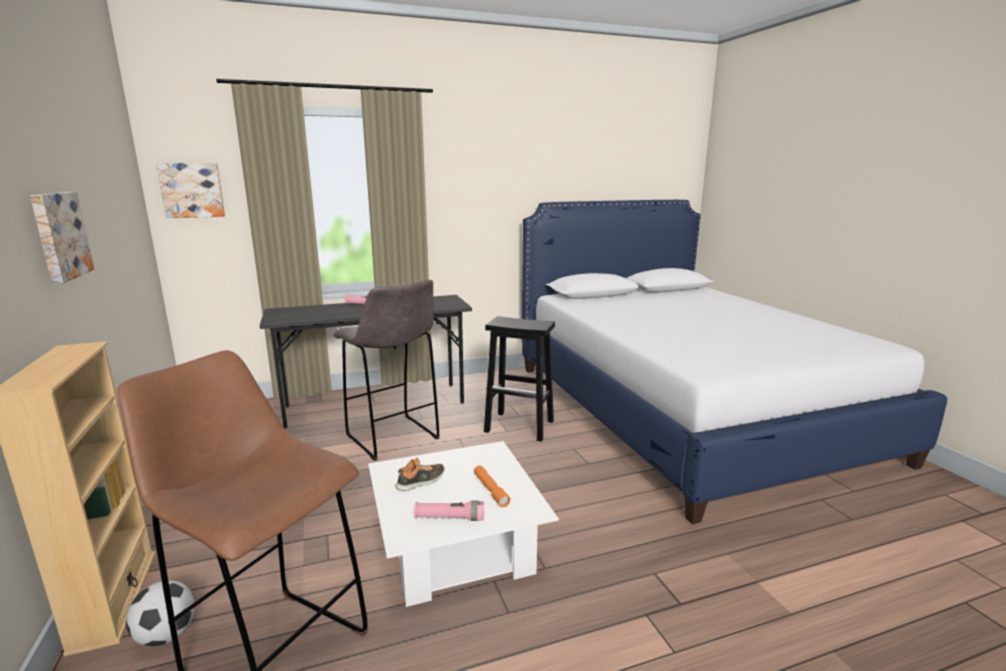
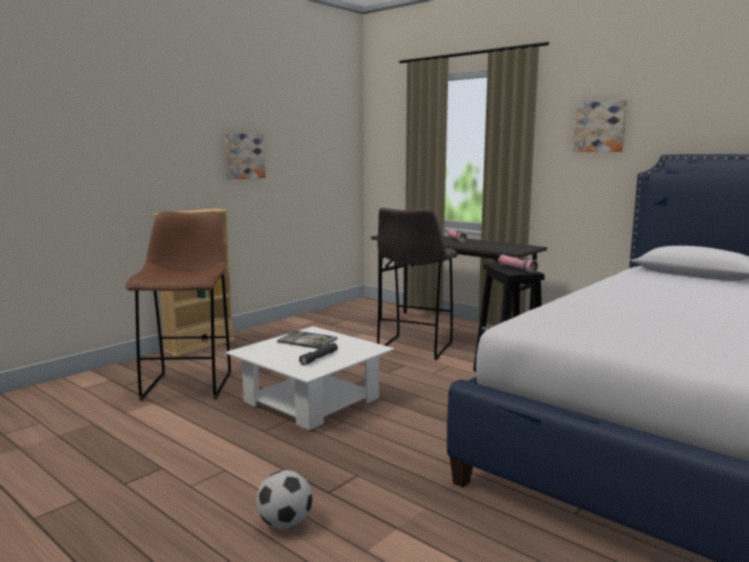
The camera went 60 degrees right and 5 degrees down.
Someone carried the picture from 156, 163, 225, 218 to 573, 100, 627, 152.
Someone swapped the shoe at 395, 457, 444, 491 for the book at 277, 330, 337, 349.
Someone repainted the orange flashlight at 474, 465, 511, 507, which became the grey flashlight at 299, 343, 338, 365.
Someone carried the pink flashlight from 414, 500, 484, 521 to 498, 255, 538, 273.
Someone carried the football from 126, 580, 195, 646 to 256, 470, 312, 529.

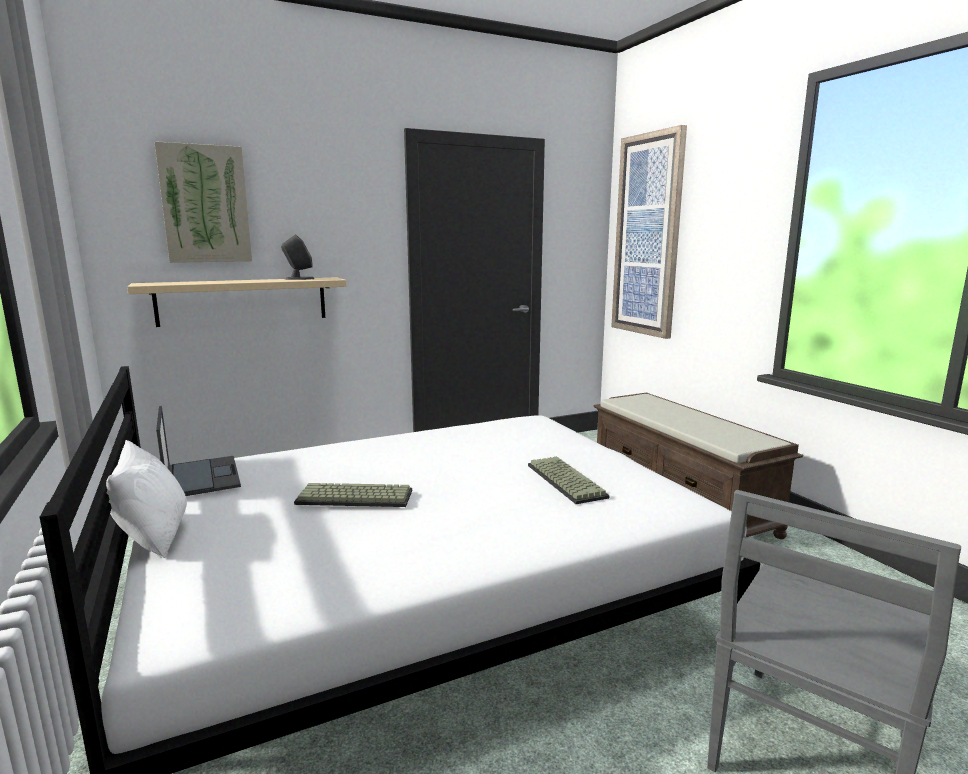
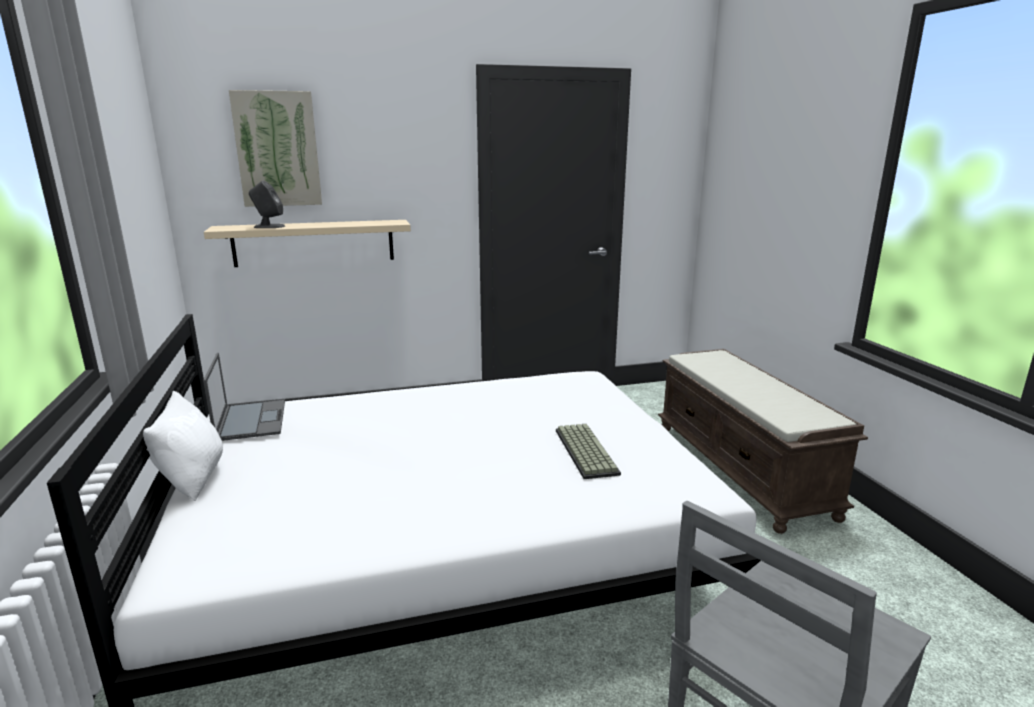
The camera went 10 degrees right and 5 degrees up.
Someone took away the picture at 611, 125, 687, 339.
Someone carried the grey speaker from 281, 235, 315, 280 to 249, 181, 285, 228.
Someone took away the keyboard at 294, 483, 412, 507.

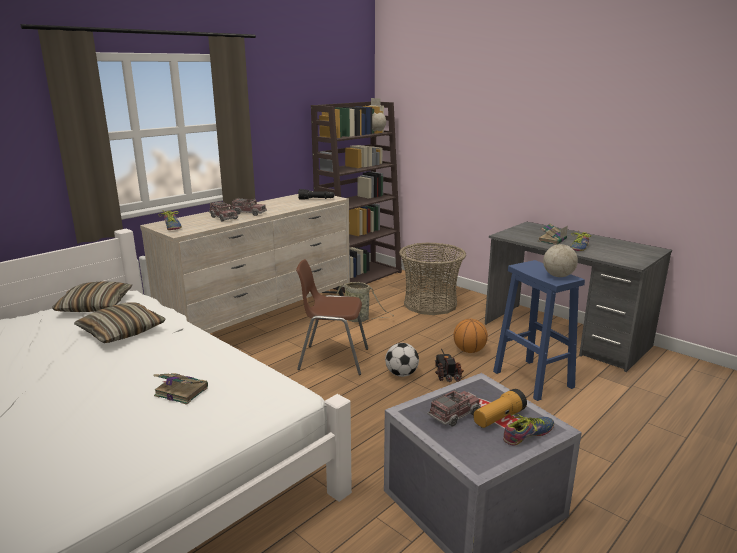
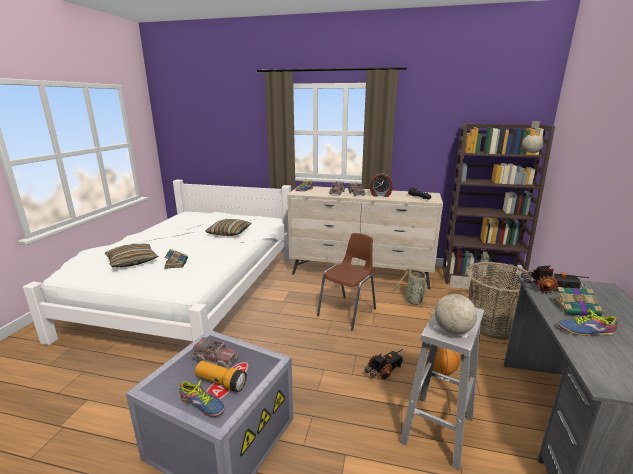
The camera went 60 degrees right and 0 degrees up.
Someone rotated the brown chair at 296, 259, 368, 375 by 60 degrees clockwise.
Someone repainted the blue stool at 493, 260, 585, 401, which became the white stool at 400, 307, 484, 471.
Someone carried the pillow from 52, 281, 132, 312 to 105, 244, 159, 267.
Someone took away the football at 385, 343, 419, 377.
Someone put down the alarm clock at 370, 173, 393, 197.
Someone put down the toy truck at 521, 266, 589, 293.

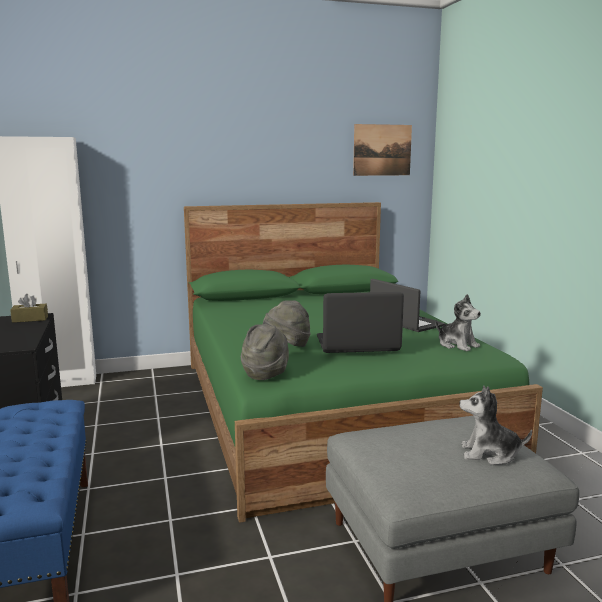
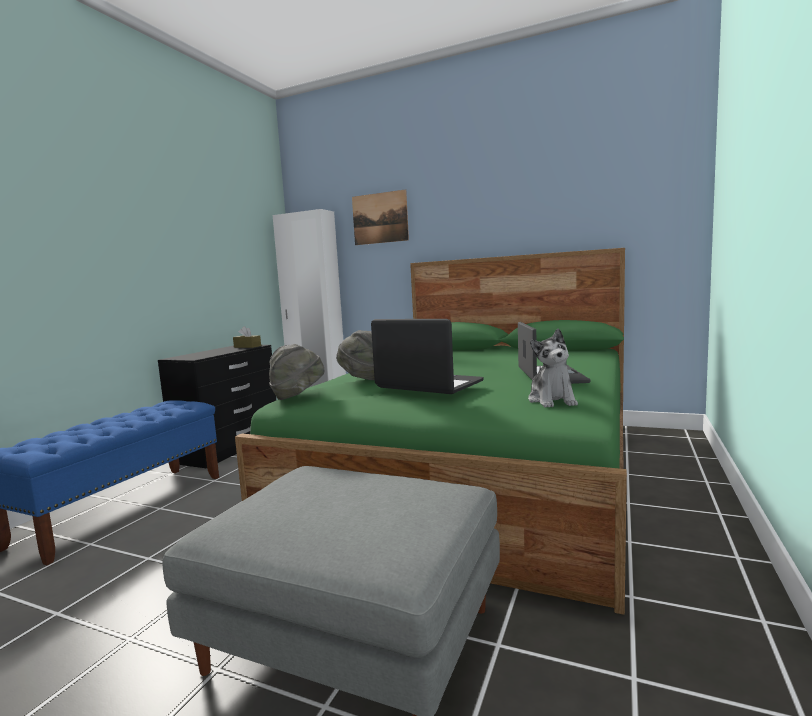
The camera went 40 degrees right and 5 degrees down.
Someone carried the picture from 353, 124, 412, 176 to 352, 189, 409, 245.
Someone took away the plush toy at 459, 386, 532, 465.

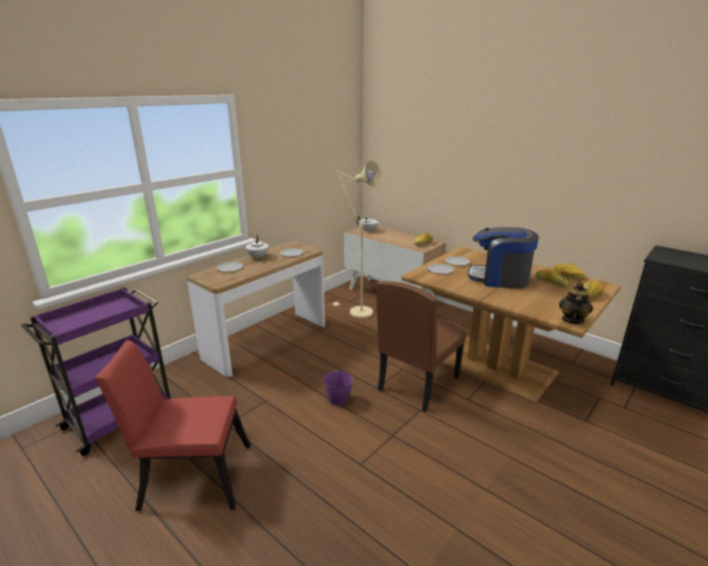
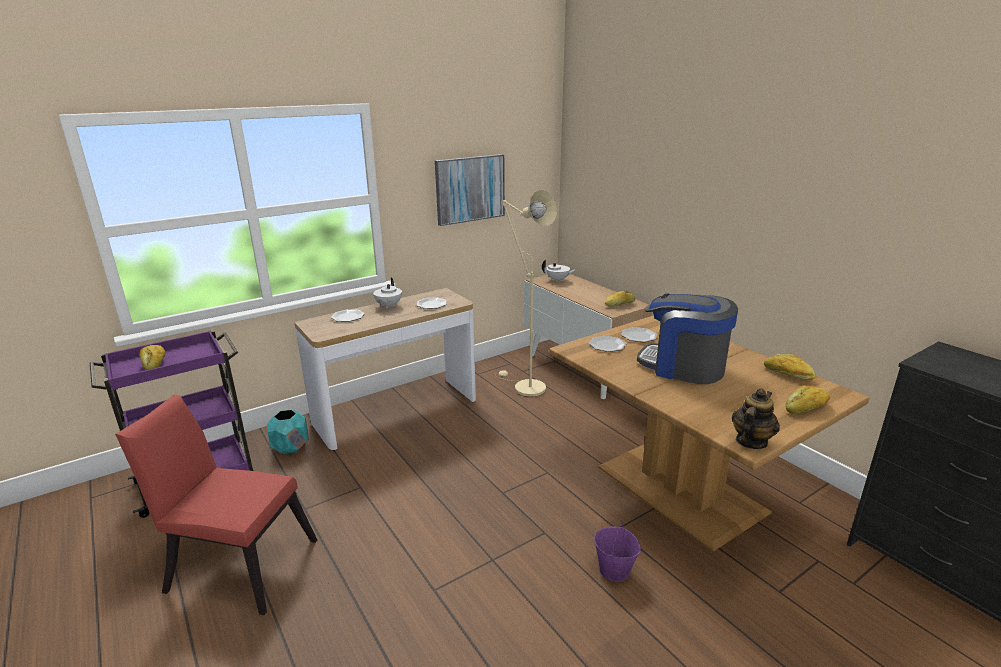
The camera went 15 degrees right and 0 degrees up.
Someone carried the bread from 535, 270, 568, 287 to 139, 345, 166, 370.
Someone took away the brown chair at 376, 281, 466, 412.
Someone carried the purple bucket from 323, 364, 354, 406 to 594, 520, 641, 582.
Someone put up the picture at 435, 154, 505, 226.
Someone put down the turquoise planter at 267, 410, 309, 454.

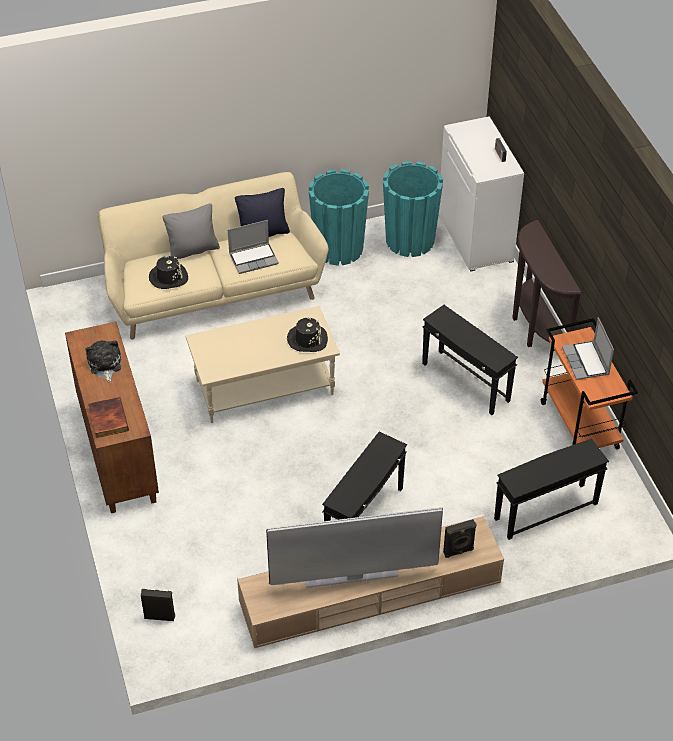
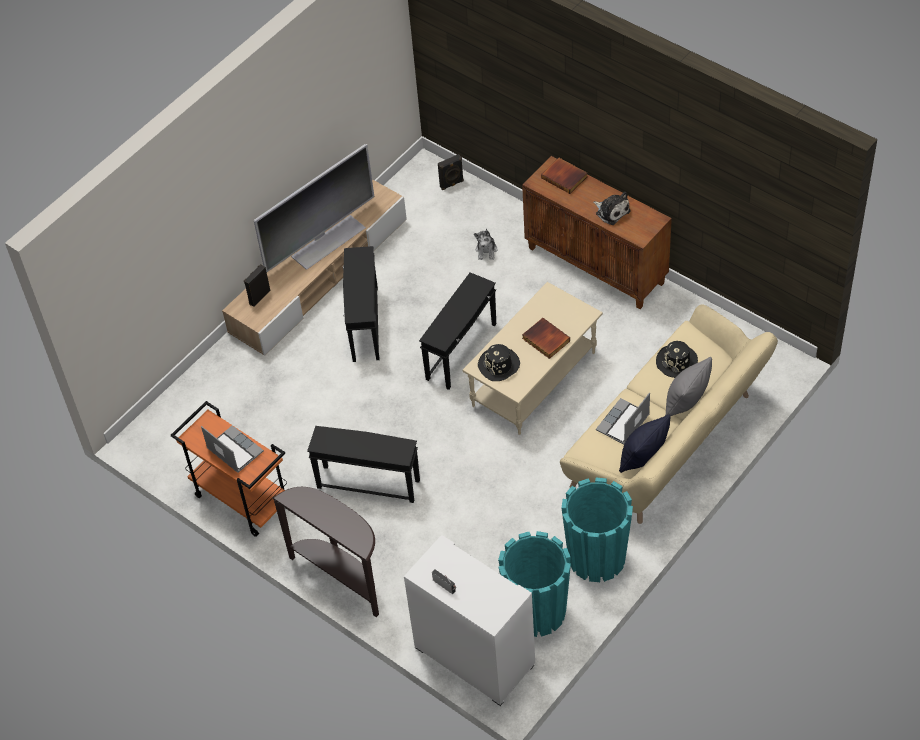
The camera went 150 degrees right and 5 degrees up.
Someone carried the black side table from 494, 438, 609, 540 to 419, 272, 496, 390.
Someone put down the plush toy at 474, 228, 498, 260.
Someone put down the book at 522, 318, 570, 359.

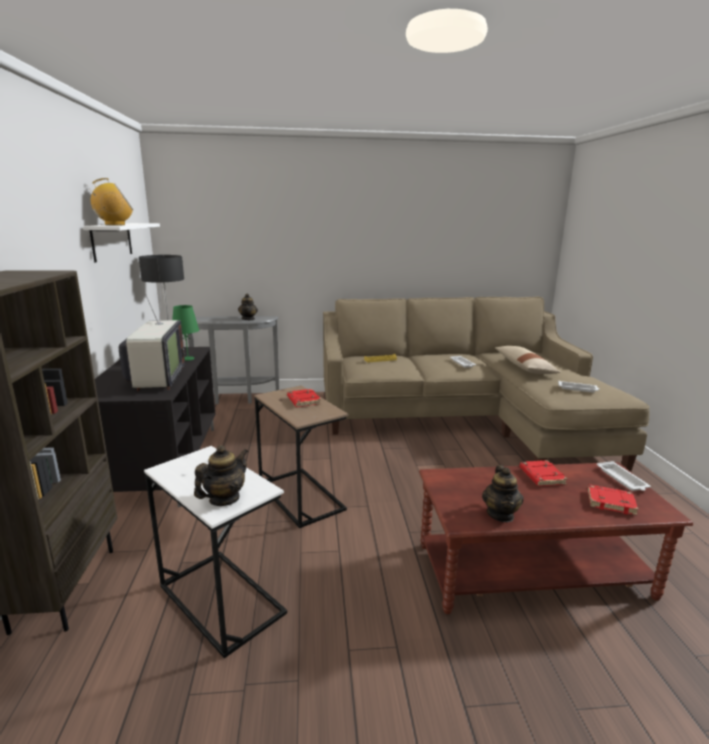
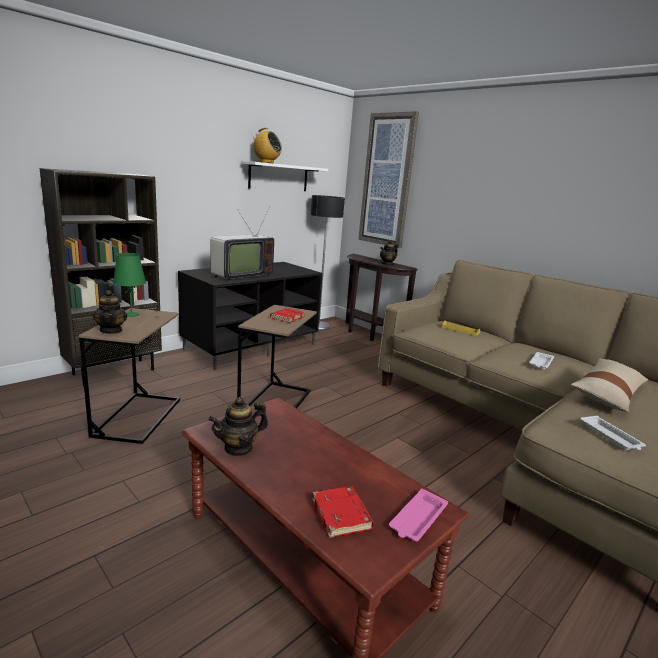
The camera went 50 degrees right and 0 degrees up.
Someone carried the green table lamp from 172, 305, 199, 361 to 113, 253, 146, 317.
Someone repainted the grey console table at 188, 316, 279, 404, which became the brown console table at 345, 254, 418, 341.
Someone rotated the teapot at 194, 445, 248, 506 by 75 degrees clockwise.
Someone repainted the white side table at 144, 446, 287, 658, which became the brown side table at 79, 308, 180, 444.
Someone took away the red book at 519, 460, 567, 486.
Someone repainted the white tray at 597, 461, 651, 491, which became the pink tray at 389, 489, 448, 541.
Someone put up the picture at 358, 111, 419, 248.

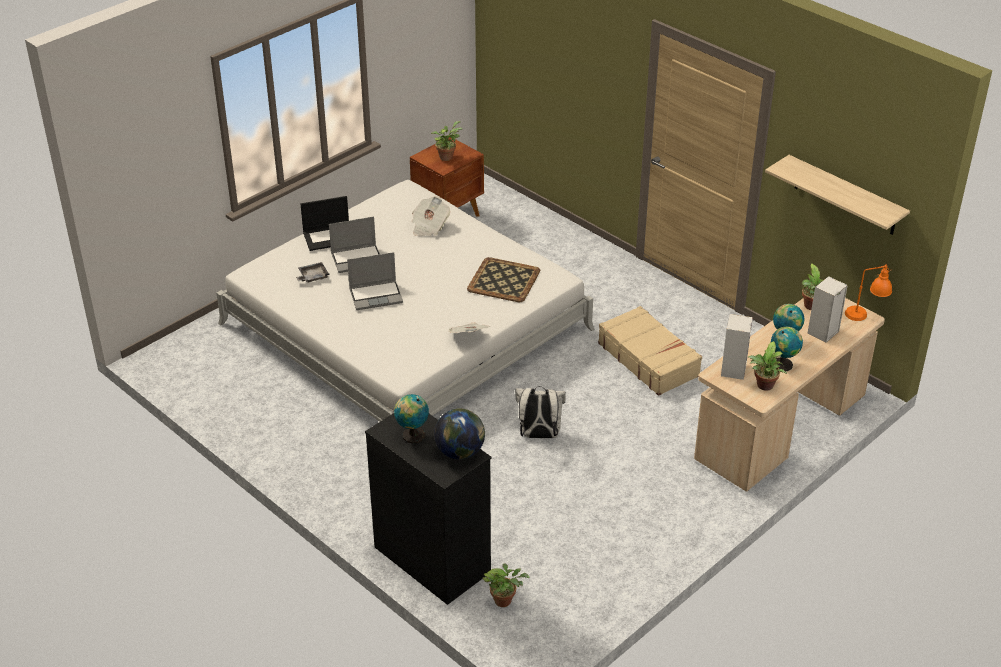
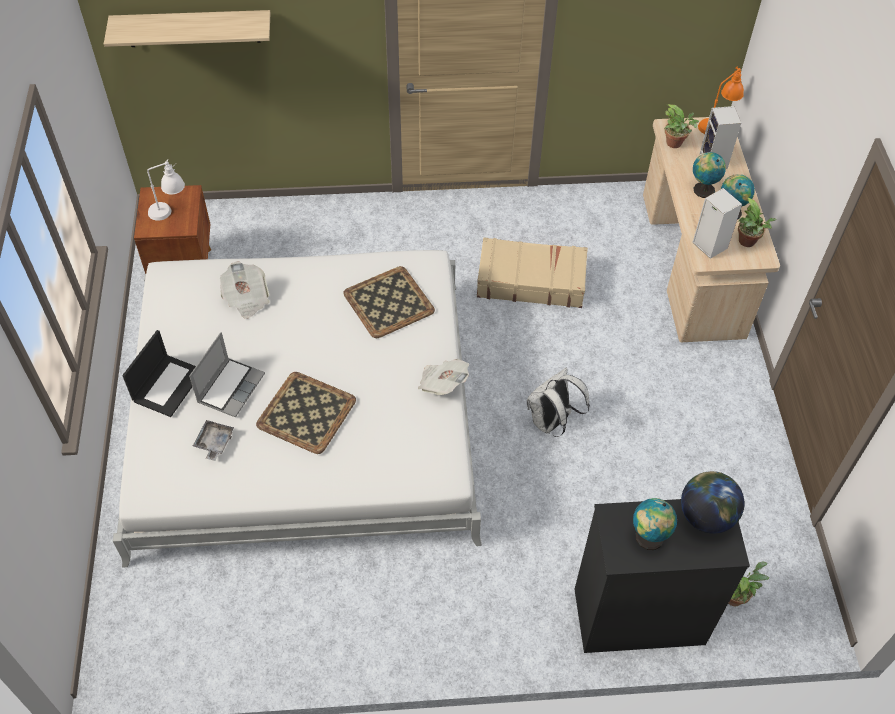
The camera went 50 degrees left and 15 degrees up.
Someone swapped the potted plant at 431, 121, 463, 161 for the white table lamp at 147, 159, 185, 221.
Someone carried the shelf from 765, 155, 910, 235 to 104, 10, 271, 47.
Someone swapped the laptop at 347, 252, 403, 310 for the tray at 256, 372, 356, 454.

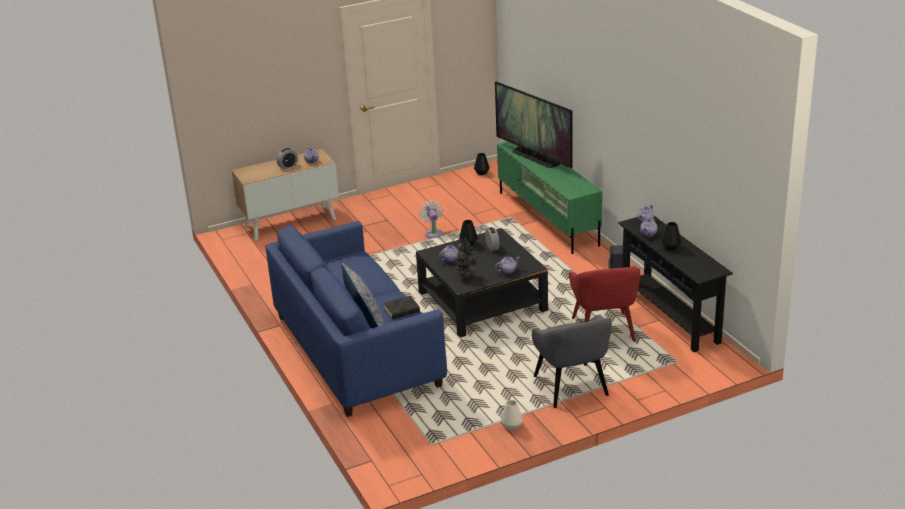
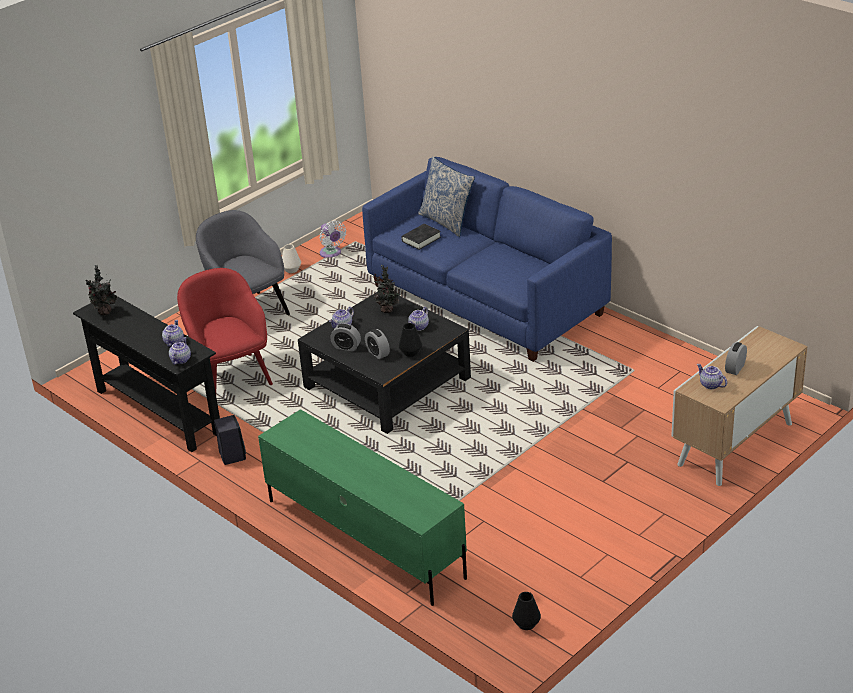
The camera went 160 degrees right and 5 degrees up.
Someone took away the television at 495, 81, 572, 168.
Someone carried the white fan from 419, 200, 443, 239 to 320, 220, 346, 258.
Someone took away the black vase at 661, 222, 682, 251.
Someone put down the potted plant at 86, 265, 118, 316.
Someone put down the alarm clock at 330, 323, 361, 352.

